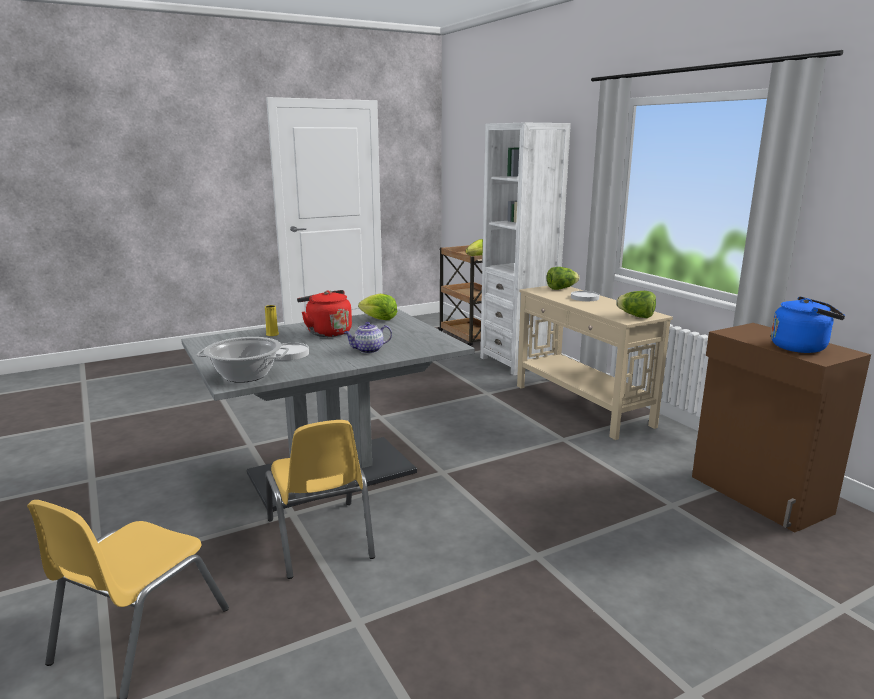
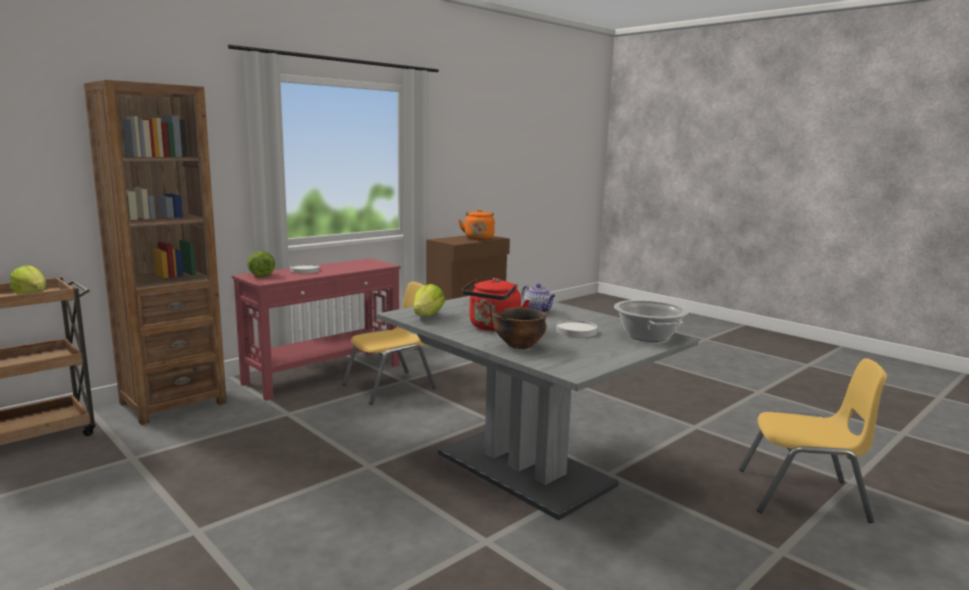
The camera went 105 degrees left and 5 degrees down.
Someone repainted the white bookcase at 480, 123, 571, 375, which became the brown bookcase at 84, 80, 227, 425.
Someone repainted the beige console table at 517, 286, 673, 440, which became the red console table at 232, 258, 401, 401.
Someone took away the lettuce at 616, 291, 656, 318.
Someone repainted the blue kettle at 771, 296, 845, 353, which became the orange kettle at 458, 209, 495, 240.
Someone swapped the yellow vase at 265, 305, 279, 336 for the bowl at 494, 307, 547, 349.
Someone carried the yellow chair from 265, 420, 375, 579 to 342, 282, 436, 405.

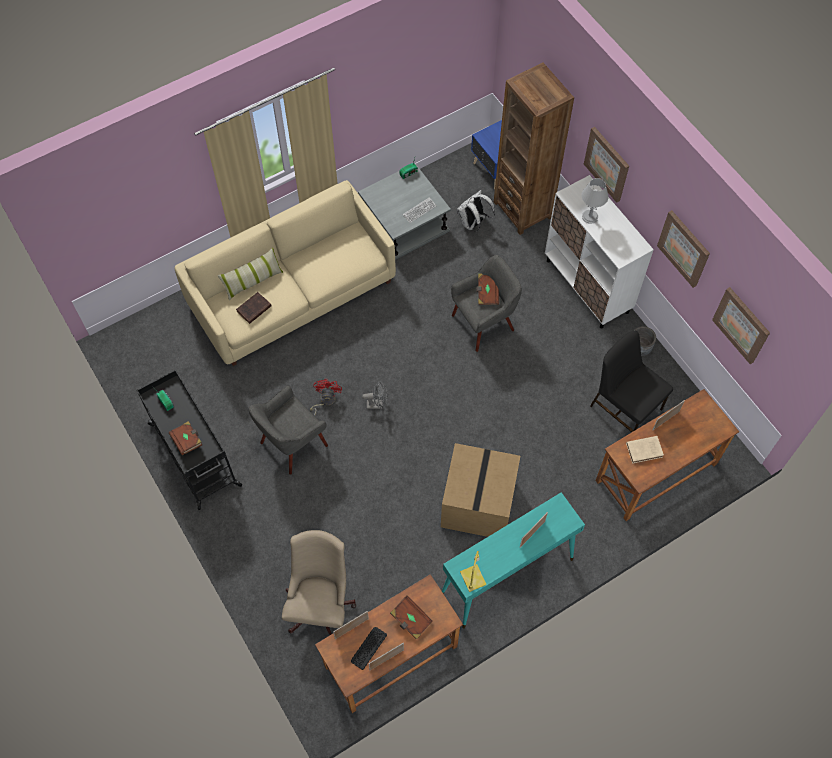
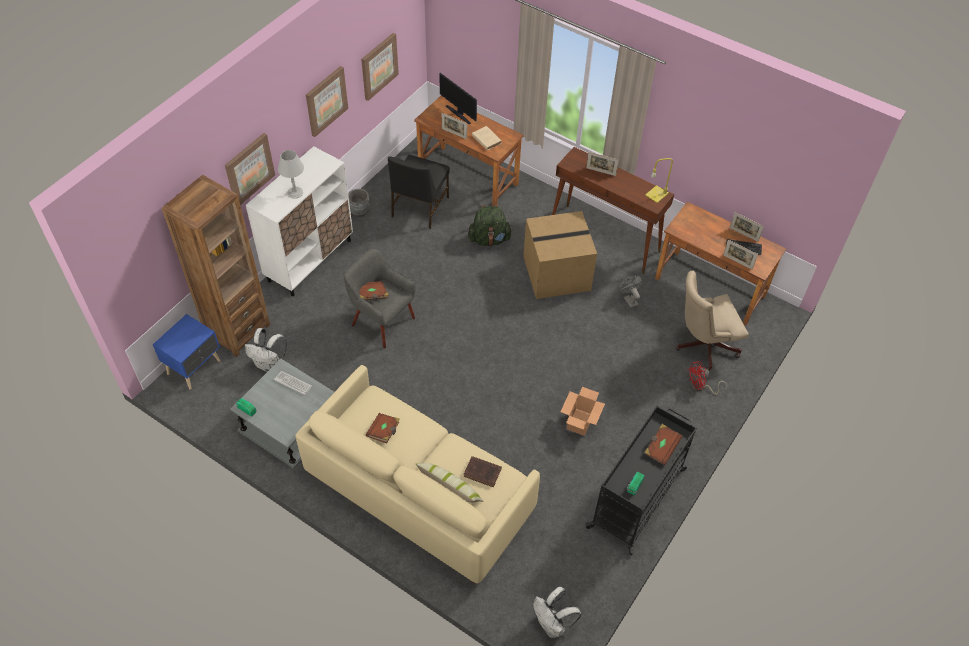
The camera went 115 degrees left and 10 degrees down.
Someone carried the red fan from 310, 379, 342, 416 to 687, 361, 727, 395.
Someone carried the grey fan from 362, 381, 388, 409 to 619, 276, 643, 308.
Someone swapped the grey armchair at 249, 385, 328, 474 for the cardboard box at 561, 387, 605, 436.
Someone repainted the turquoise console table at 442, 492, 585, 629, which became the brown console table at 552, 147, 674, 274.
Someone carried the brown book from 390, 595, 433, 639 to 366, 413, 400, 443.
Someone put down the monitor at 439, 73, 477, 124.
Someone put down the green backpack at 468, 204, 512, 246.
Someone put down the white backpack at 533, 587, 581, 638.

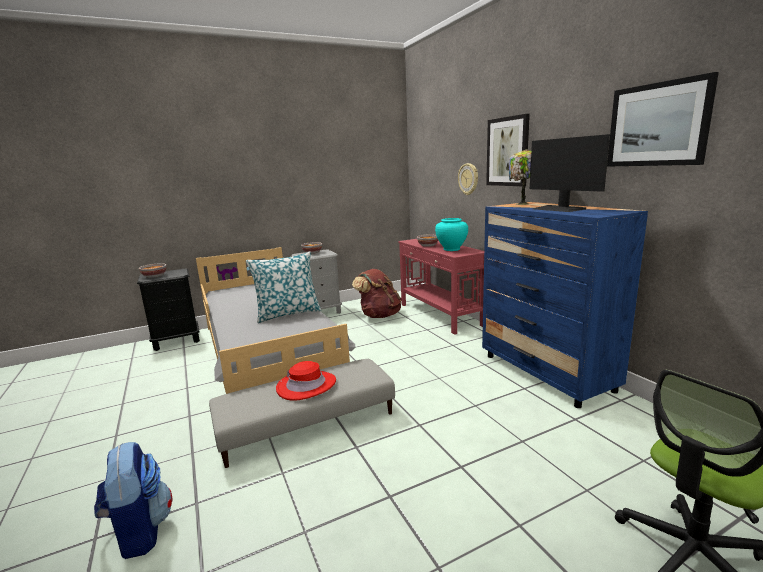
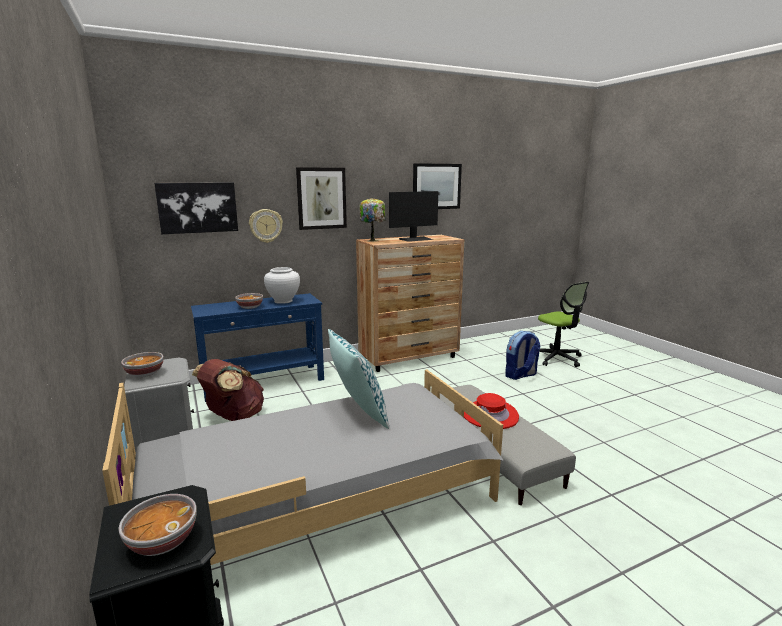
The camera went 90 degrees left and 0 degrees up.
Someone repainted the blue dresser at 482, 202, 648, 408, which became the brown dresser at 356, 235, 464, 372.
Someone repainted the turquoise vase at 435, 218, 468, 251, which became the white vase at 264, 267, 300, 304.
Someone repainted the red console table at 398, 239, 484, 335, which became the blue console table at 191, 293, 324, 402.
Someone carried the backpack from 94, 442, 173, 559 to 506, 331, 540, 380.
Someone put up the picture at 154, 182, 238, 234.

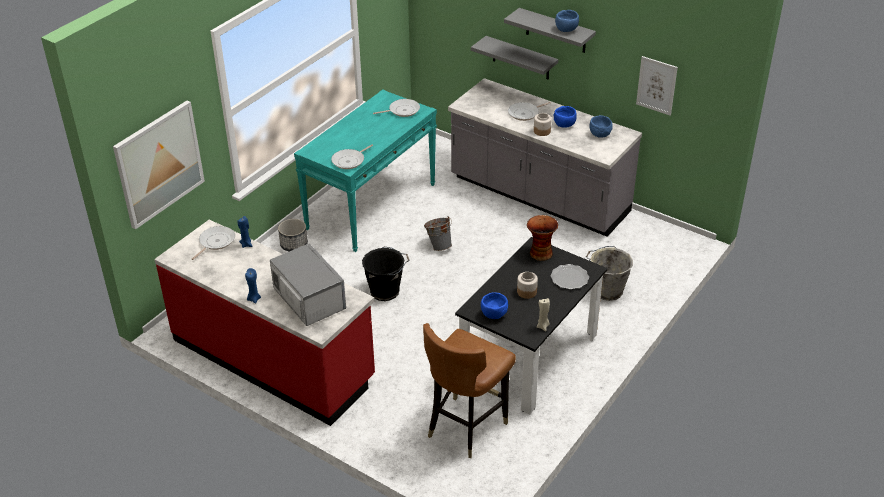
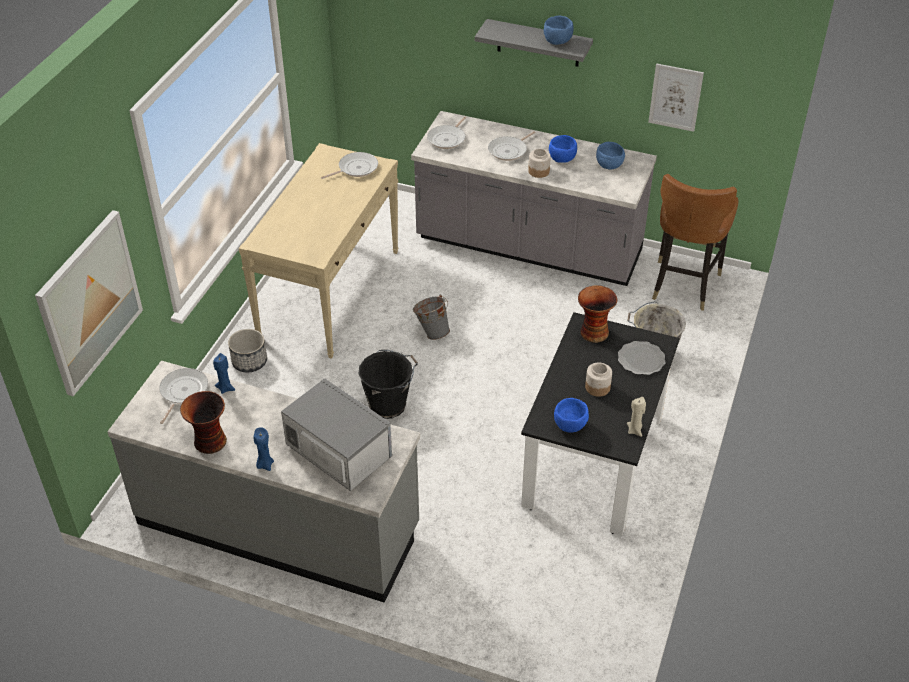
The camera went 15 degrees left and 5 degrees up.
Someone took away the grey shelf at 471, 36, 558, 79.
Someone repainted the turquoise console table at 294, 89, 437, 252, which became the beige console table at 239, 143, 398, 359.
Someone carried the frying pan from 331, 144, 373, 169 to 427, 116, 466, 149.
Someone repainted the red counter at 154, 219, 375, 426, which became the grey counter at 107, 361, 420, 603.
Someone carried the brown chair from 423, 323, 516, 458 to 652, 174, 738, 311.
Someone put down the vase at 180, 391, 227, 454.

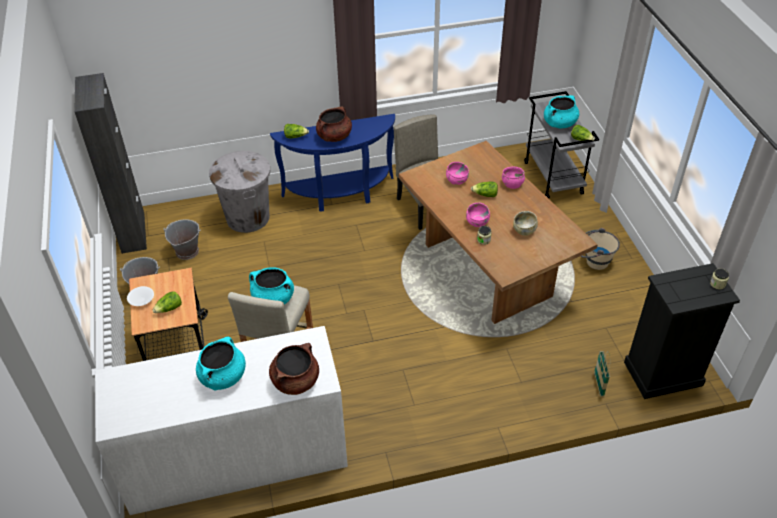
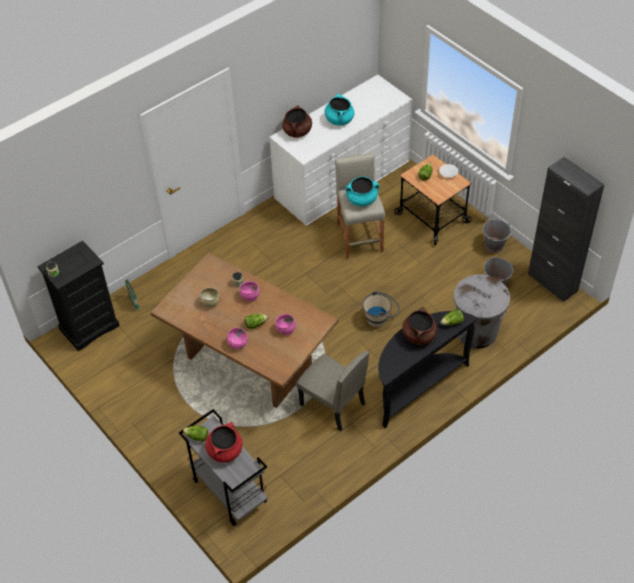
The camera went 155 degrees right and 5 degrees up.
Someone repainted the turquoise cooking pot at 544, 95, 579, 128, which became the red cooking pot at 205, 422, 243, 463.
Someone repainted the blue console table at 270, 114, 395, 212, which became the black console table at 378, 311, 478, 428.
Someone carried the beige bucket from 580, 228, 620, 270 to 362, 291, 400, 327.

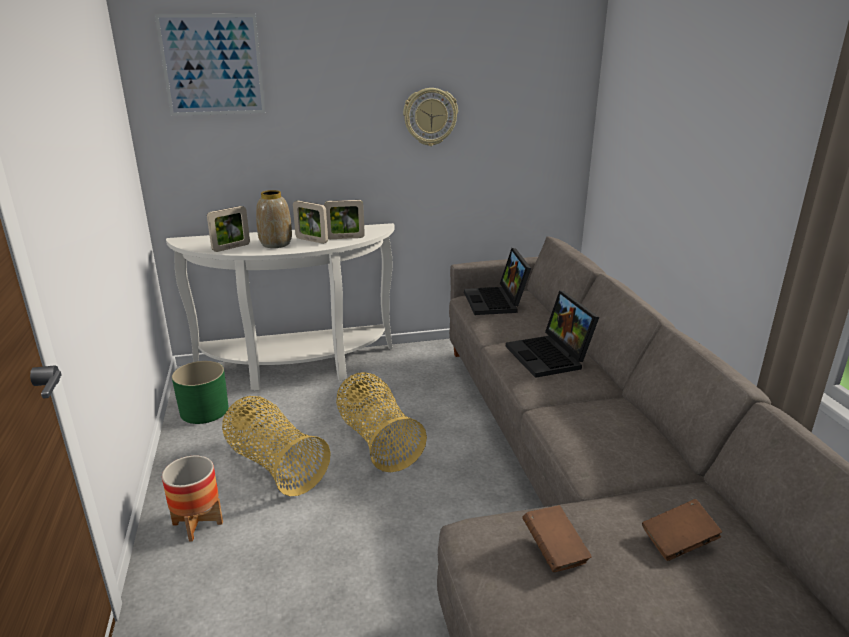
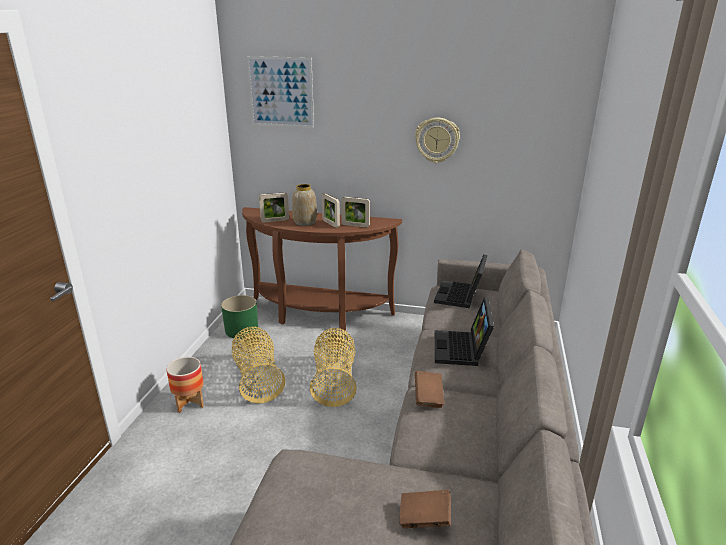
The camera went 25 degrees right and 0 degrees up.
Someone repainted the white console table at 166, 223, 394, 391, which became the brown console table at 242, 207, 402, 331.
Someone carried the brown book from 522, 505, 592, 572 to 415, 371, 444, 408.

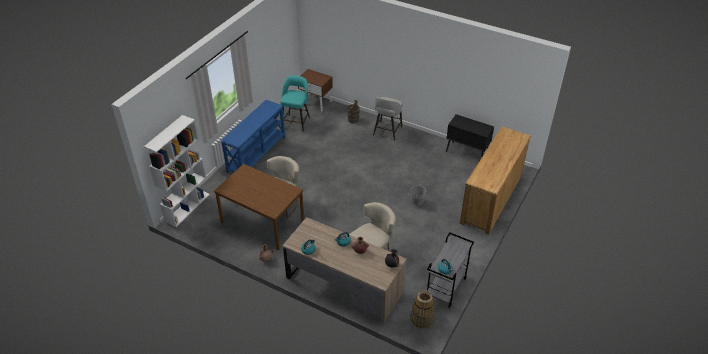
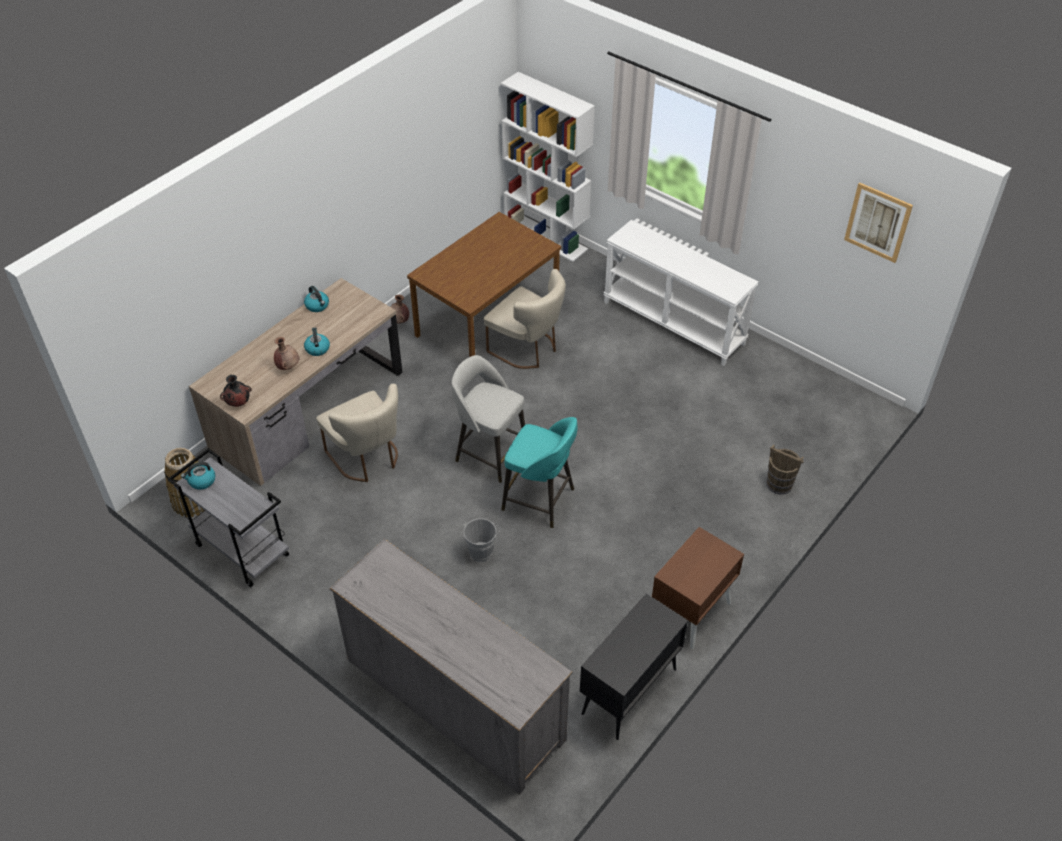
The camera went 100 degrees right and 5 degrees up.
Someone carried the brown nightstand from 298, 69, 333, 111 to 652, 527, 744, 649.
Someone carried the turquoise stool from 280, 75, 310, 132 to 501, 417, 578, 528.
Someone carried the grey stool from 373, 97, 403, 141 to 452, 355, 525, 483.
Someone repainted the blue console table at 221, 100, 286, 173, which became the white console table at 603, 220, 758, 366.
Someone repainted the brown dresser at 460, 127, 531, 235, which became the grey dresser at 330, 539, 572, 794.
Someone put up the picture at 844, 182, 913, 263.

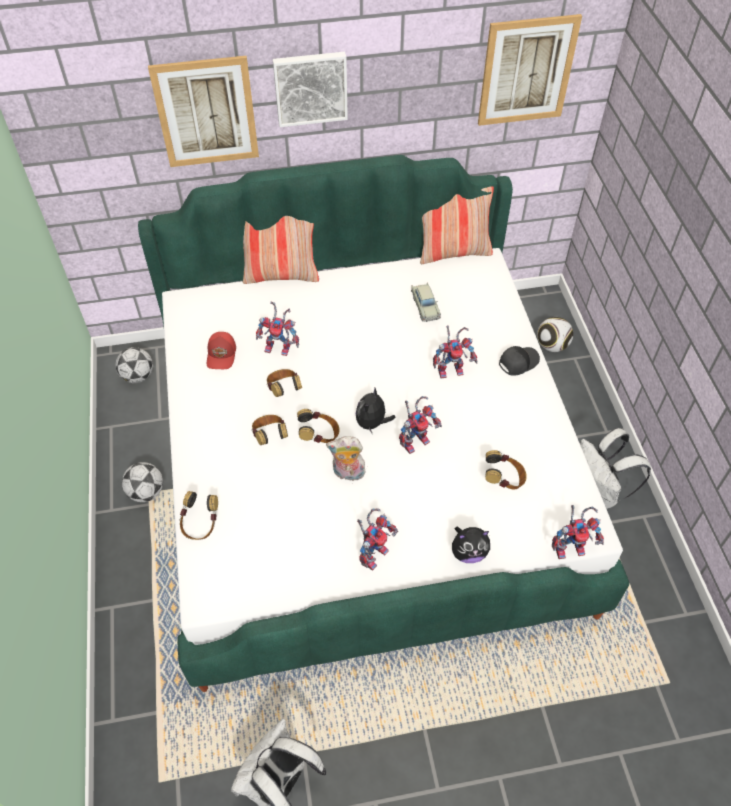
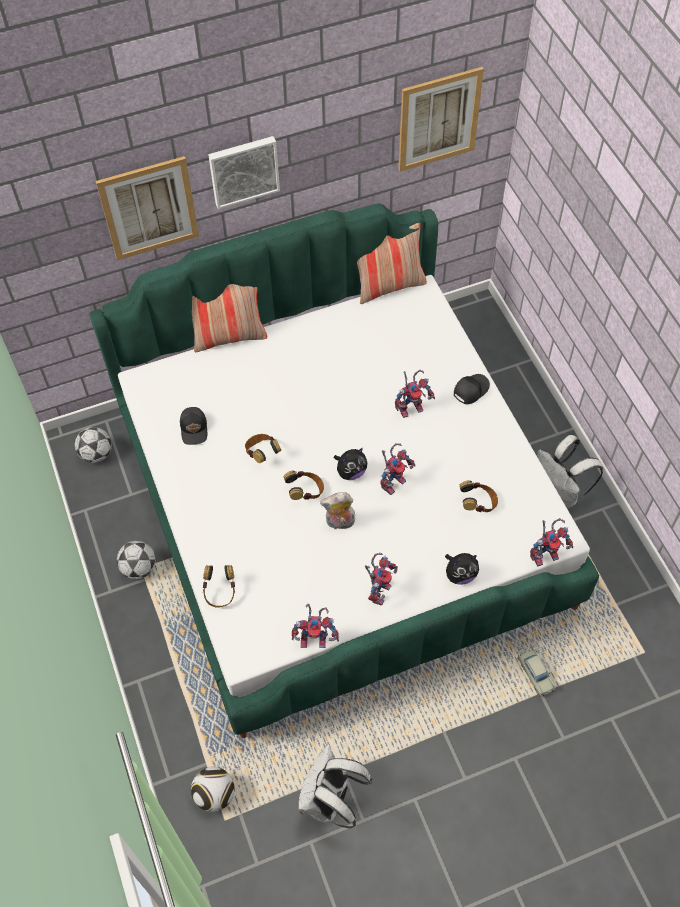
The camera went 10 degrees left and 5 degrees up.
Someone carried the beige toy car from 411, 283, 441, 322 to 517, 648, 557, 697.
Someone carried the toy robot from 256, 302, 299, 356 to 292, 604, 339, 648.
Someone carried the football from 537, 317, 573, 352 to 191, 767, 235, 812.
Someone repainted the red cap at 207, 332, 236, 369, which became the black cap at 180, 407, 207, 445.
Someone rotated the plush toy at 356, 388, 396, 433 by 135 degrees counterclockwise.
Someone took away the headphones at 252, 415, 288, 445.

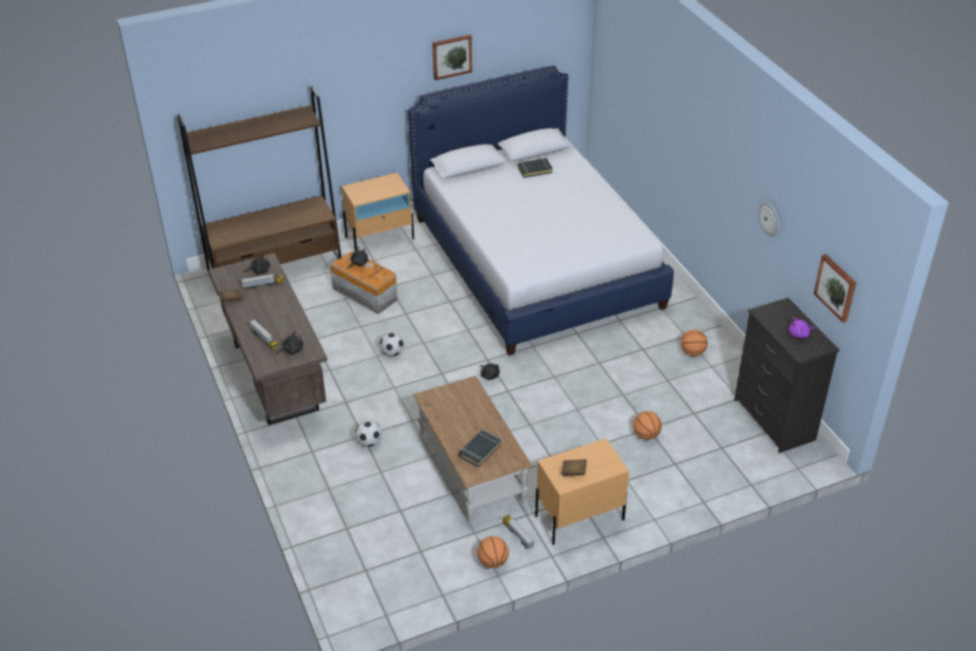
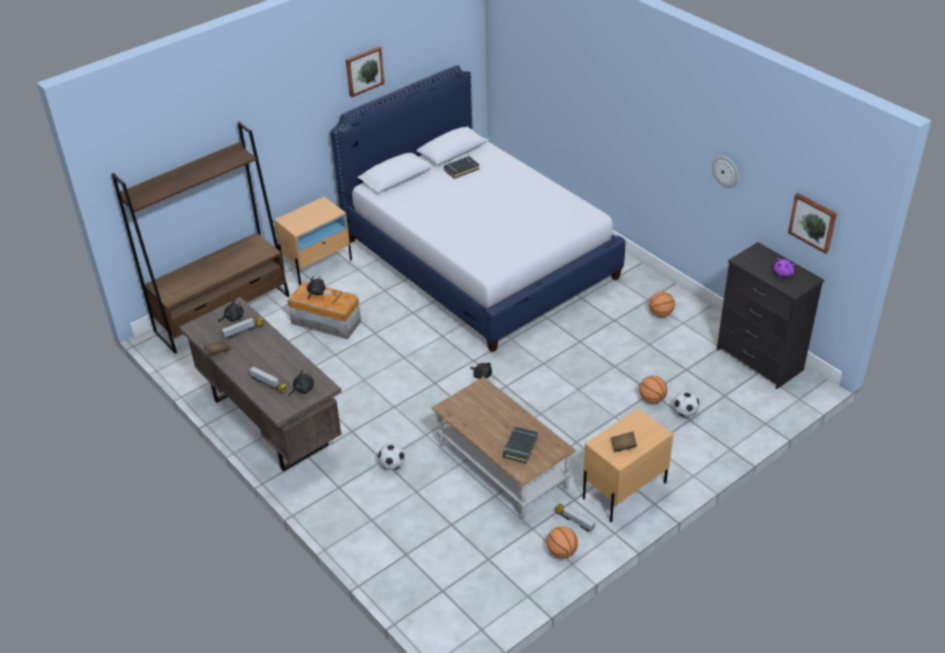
The camera went 15 degrees left and 0 degrees up.
Someone carried the football from 380, 332, 404, 356 to 673, 391, 699, 417.

